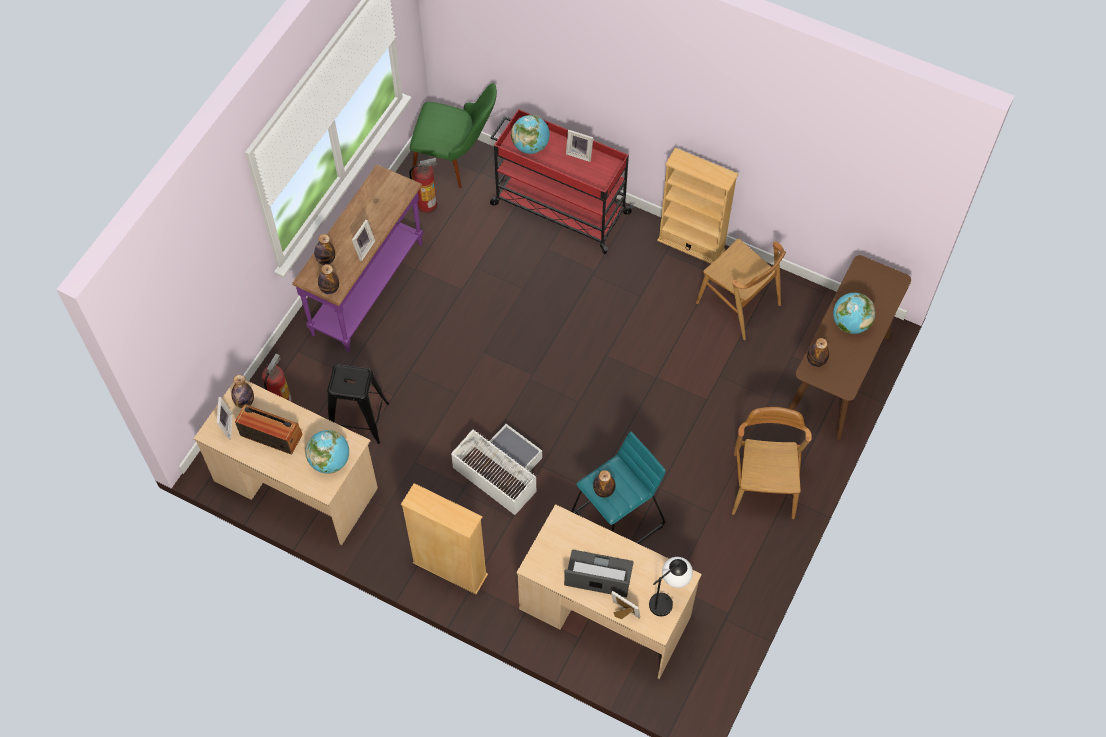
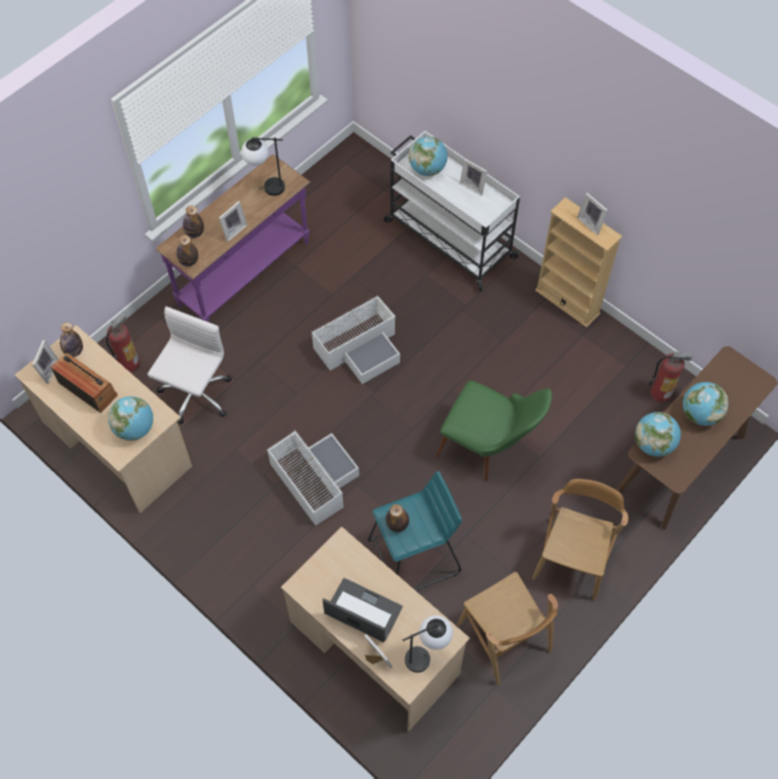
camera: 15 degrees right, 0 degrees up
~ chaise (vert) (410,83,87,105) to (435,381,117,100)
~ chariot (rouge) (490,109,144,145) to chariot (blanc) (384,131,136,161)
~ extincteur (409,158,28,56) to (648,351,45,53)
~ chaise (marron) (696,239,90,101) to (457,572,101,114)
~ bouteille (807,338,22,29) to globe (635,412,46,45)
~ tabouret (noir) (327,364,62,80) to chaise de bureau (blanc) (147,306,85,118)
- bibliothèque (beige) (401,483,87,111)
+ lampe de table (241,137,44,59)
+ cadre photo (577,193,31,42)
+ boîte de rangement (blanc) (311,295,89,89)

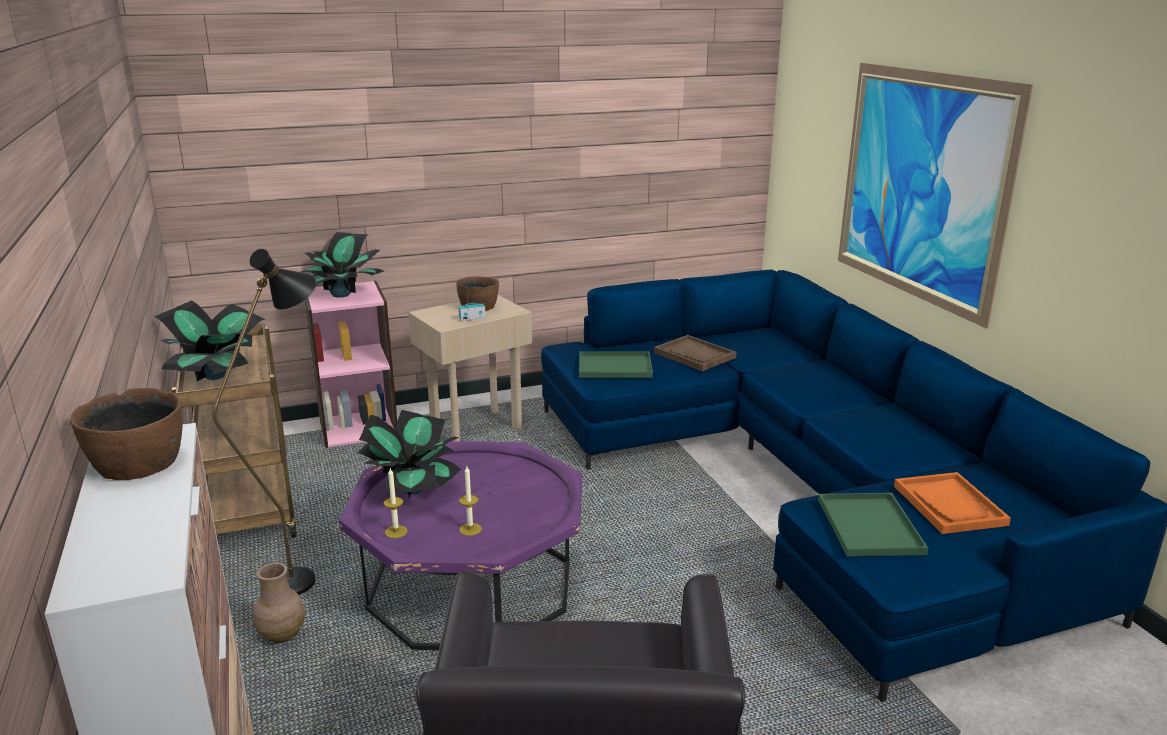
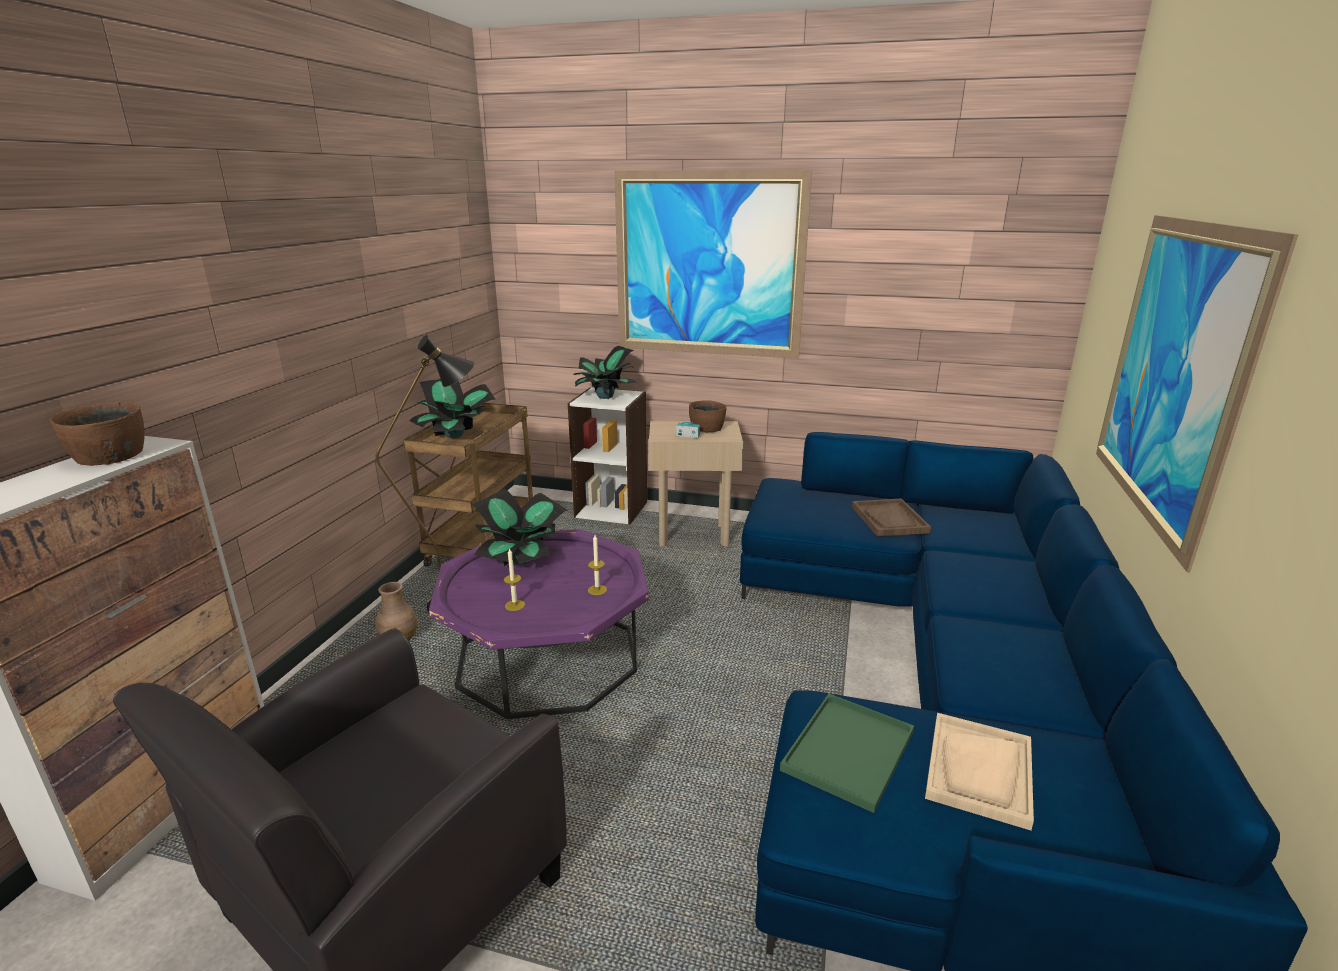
camera: 35 degrees right, 0 degrees up
~ bibliothèque (rose) (305,281,92,167) to bibliothèque (blanc) (568,387,79,137)
- plateau (vert) (579,351,74,27)
~ bougie (384,468,24,70) to (588,535,19,60)
~ plateau (orange) (894,472,117,62) to plateau (beige) (925,713,109,117)
+ tableau (614,170,198,189)

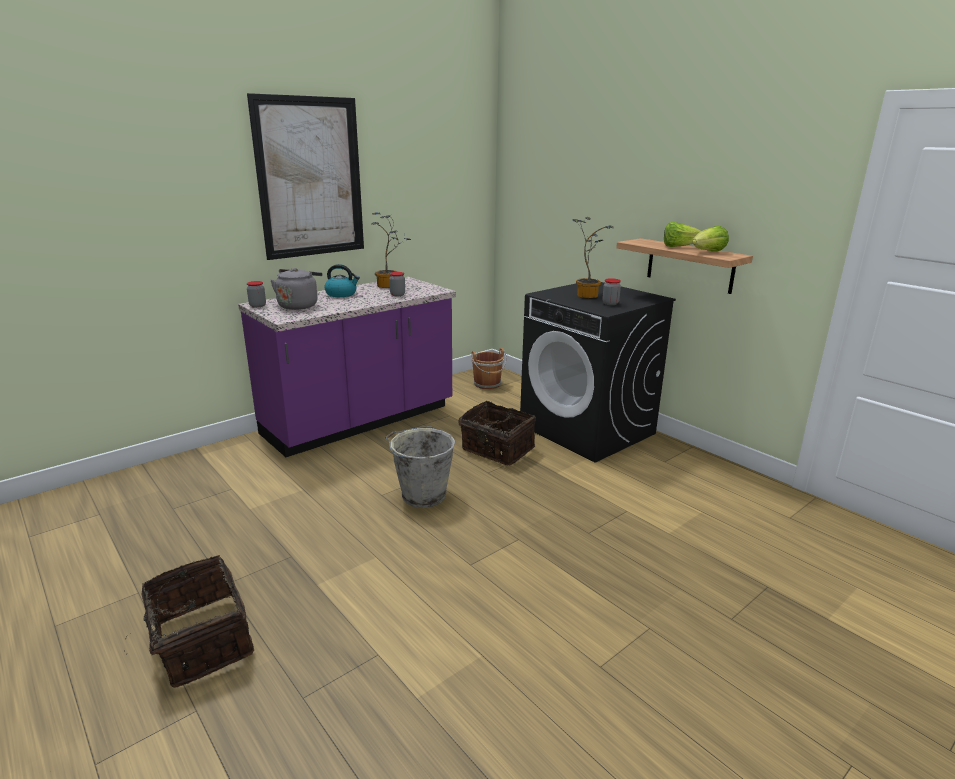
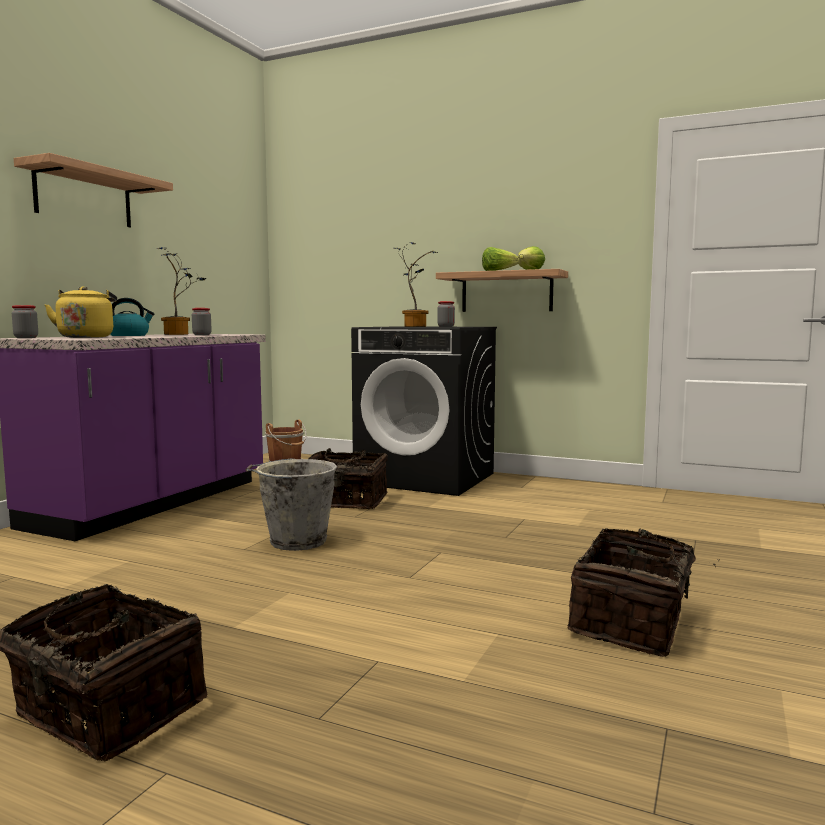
camera: 25 degrees left, 15 degrees down
~ tableau (247,93,117,167) to étagère (14,153,159,74)
~ bouilloire (gris) (270,268,52,42) to bouilloire (jaune) (45,286,72,52)
+ panier (568,528,152,129)

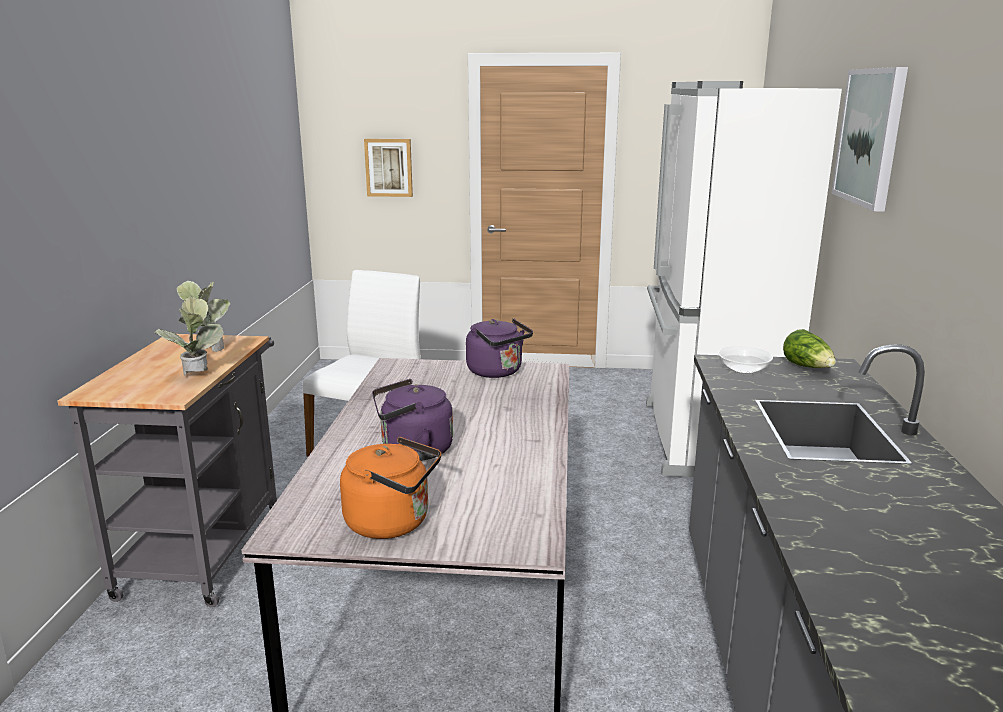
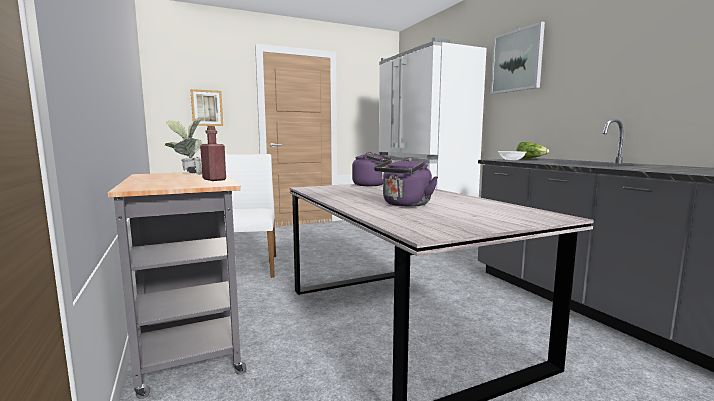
camera: 30 degrees left, 10 degrees down
~ plante en pot (154,297,70,79) to bouteille (rouge) (200,126,26,55)
- bouilloire (orange) (340,437,101,102)

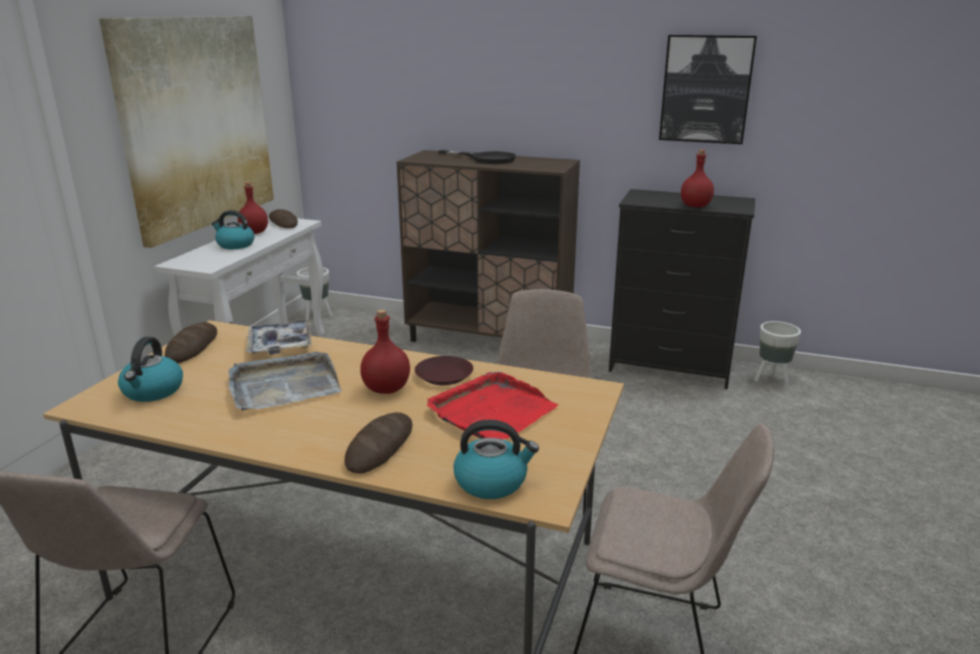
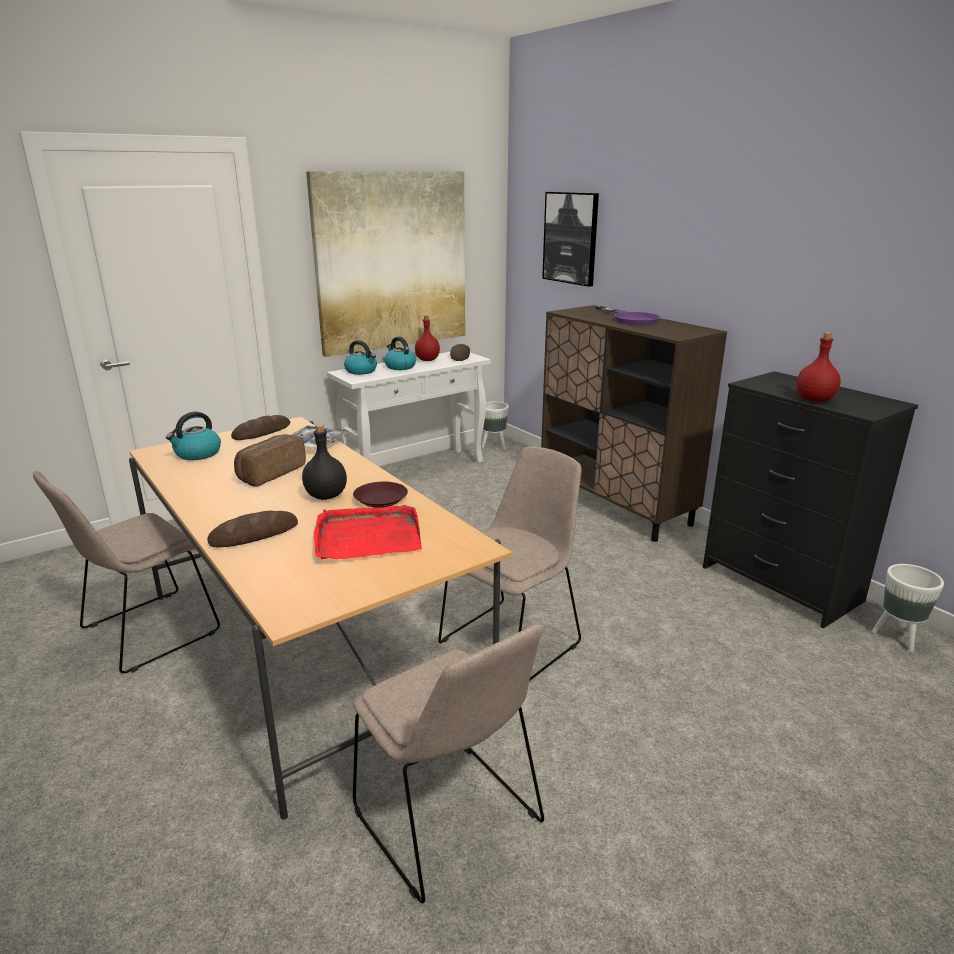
camera: 35 degrees right, 0 degrees up
~ tableau (659,35,98,109) to (542,192,57,95)
~ poêle (noir) (438,150,78,14) to poêle (violet) (595,306,65,19)
~ bouteille (rouge) (360,310,50,84) to bouteille (noir) (302,424,45,76)
~ plateau (gris) (229,352,113,59) to pain (234,434,72,53)
~ bouilloire (453,420,86,79) to (344,340,33,35)

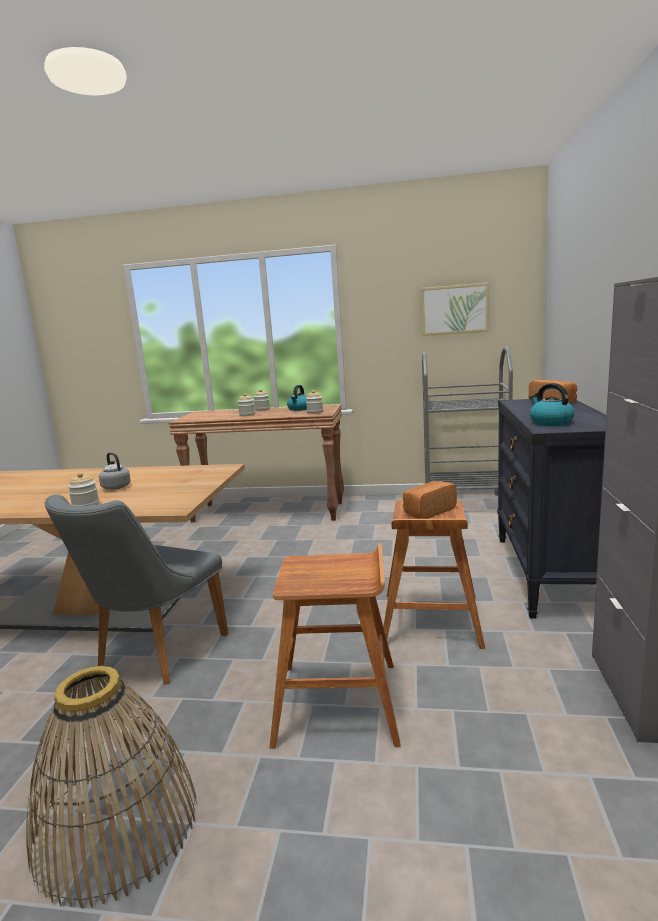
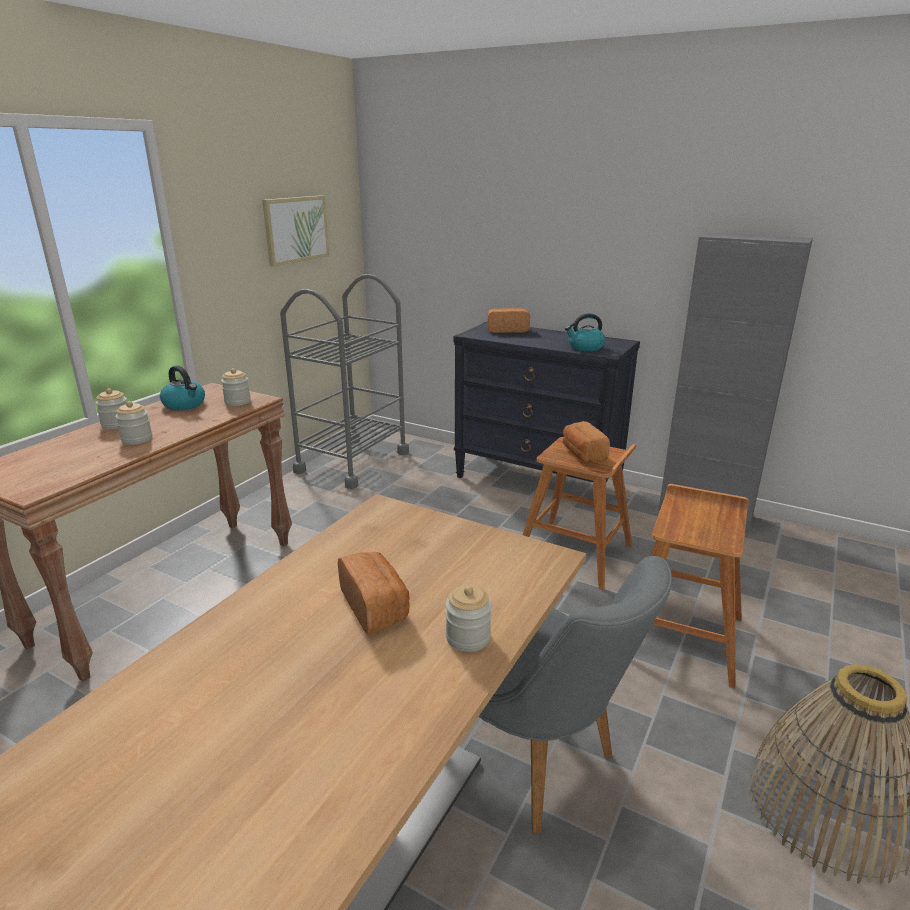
camera: 70 degrees left, 10 degrees up
~ bouilloire (gris) (99,452,32,38) to pain (338,552,72,83)

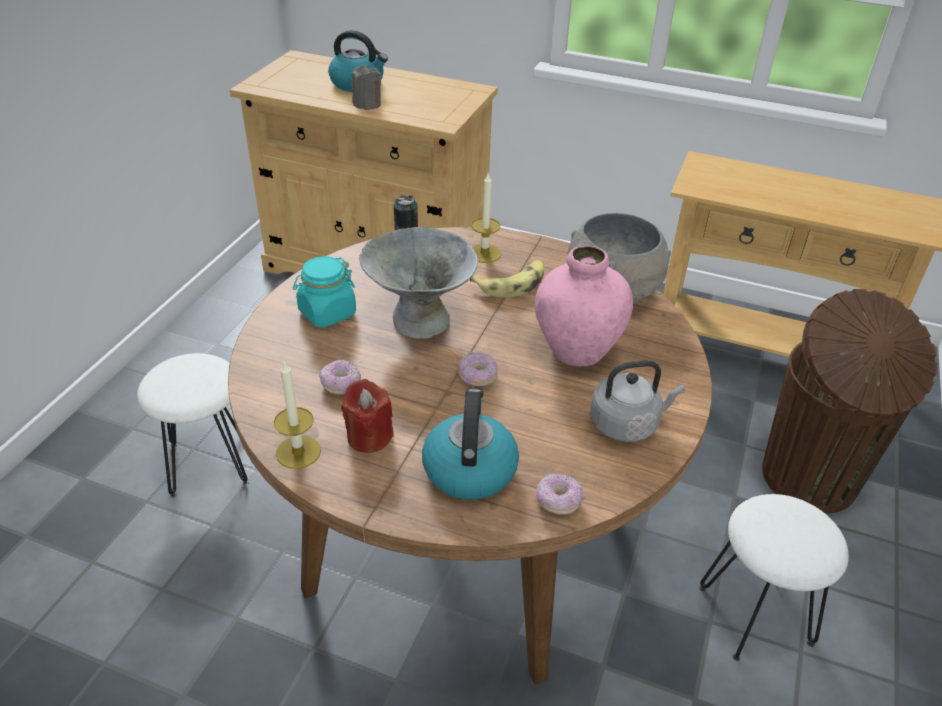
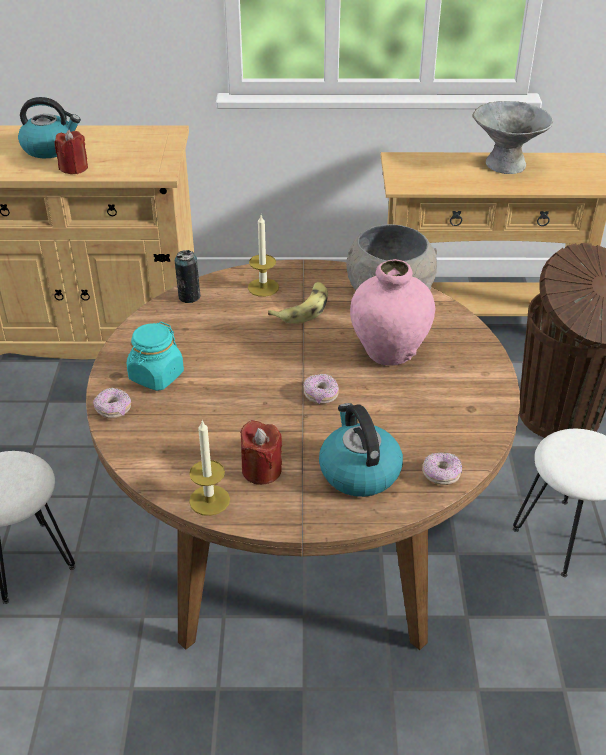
camera: 20 degrees left, 0 degrees up
~ bougie (gris) (351,65,30,45) to bougie (rouge) (54,130,34,44)
~ bol (gris) (359,227,119,112) to (472,101,81,73)
~ beignet (319,360,42,35) to (93,388,38,31)
- bouilloire (gris) (590,360,95,82)

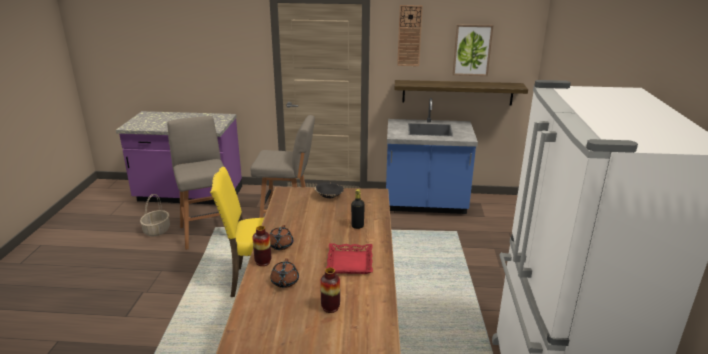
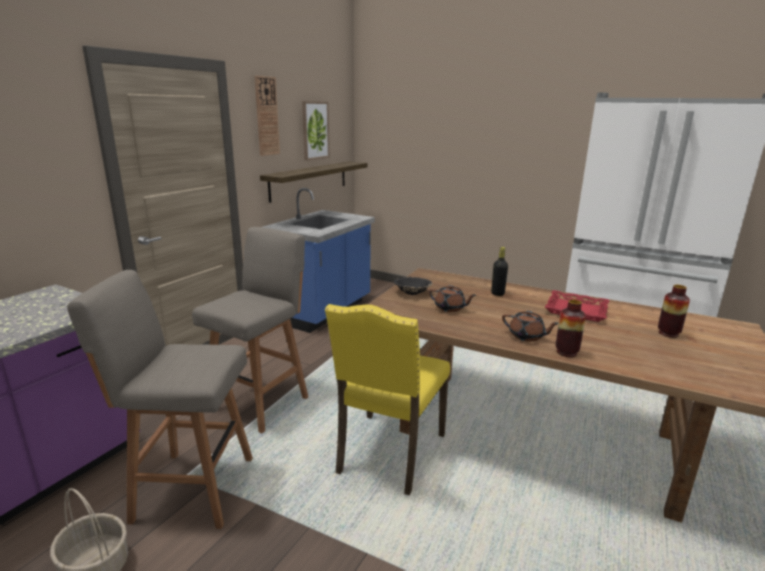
camera: 65 degrees left, 5 degrees down
~ théière (marron) (270,258,29,30) to (429,285,47,27)

